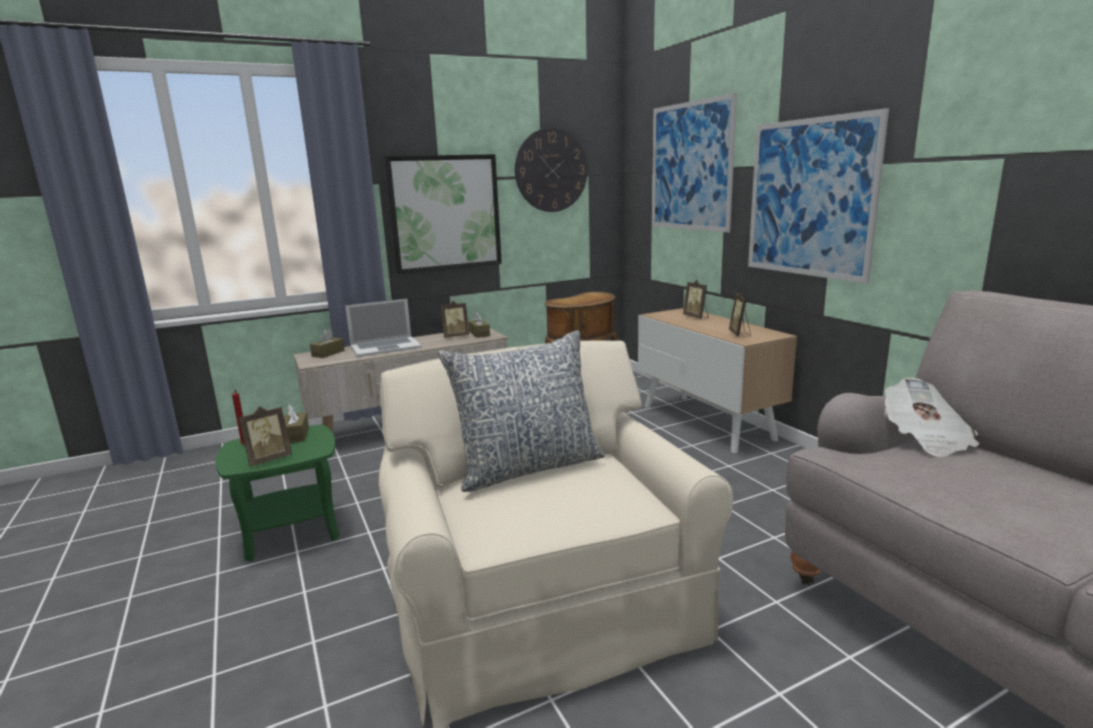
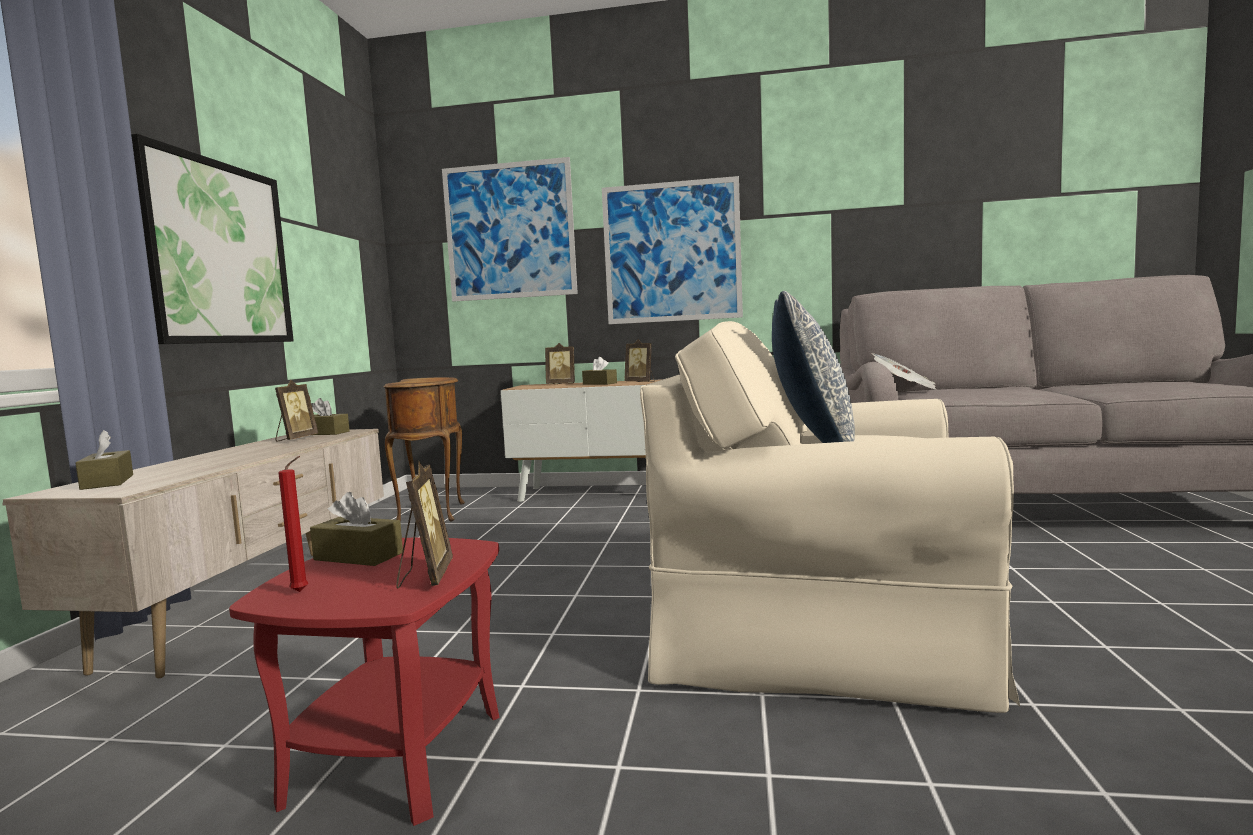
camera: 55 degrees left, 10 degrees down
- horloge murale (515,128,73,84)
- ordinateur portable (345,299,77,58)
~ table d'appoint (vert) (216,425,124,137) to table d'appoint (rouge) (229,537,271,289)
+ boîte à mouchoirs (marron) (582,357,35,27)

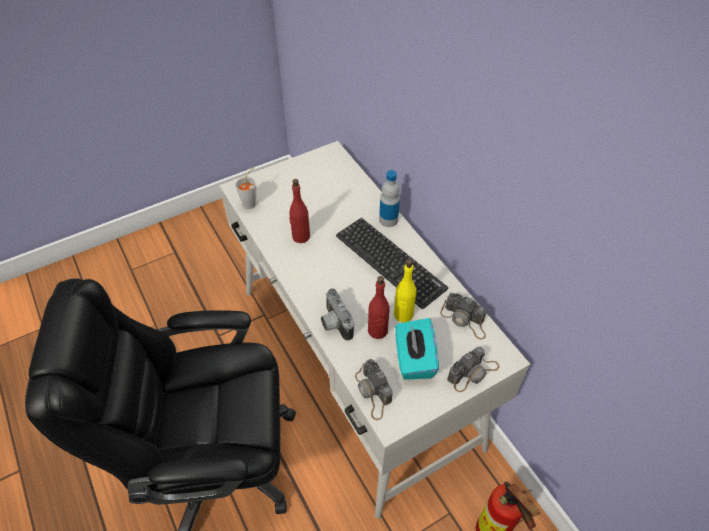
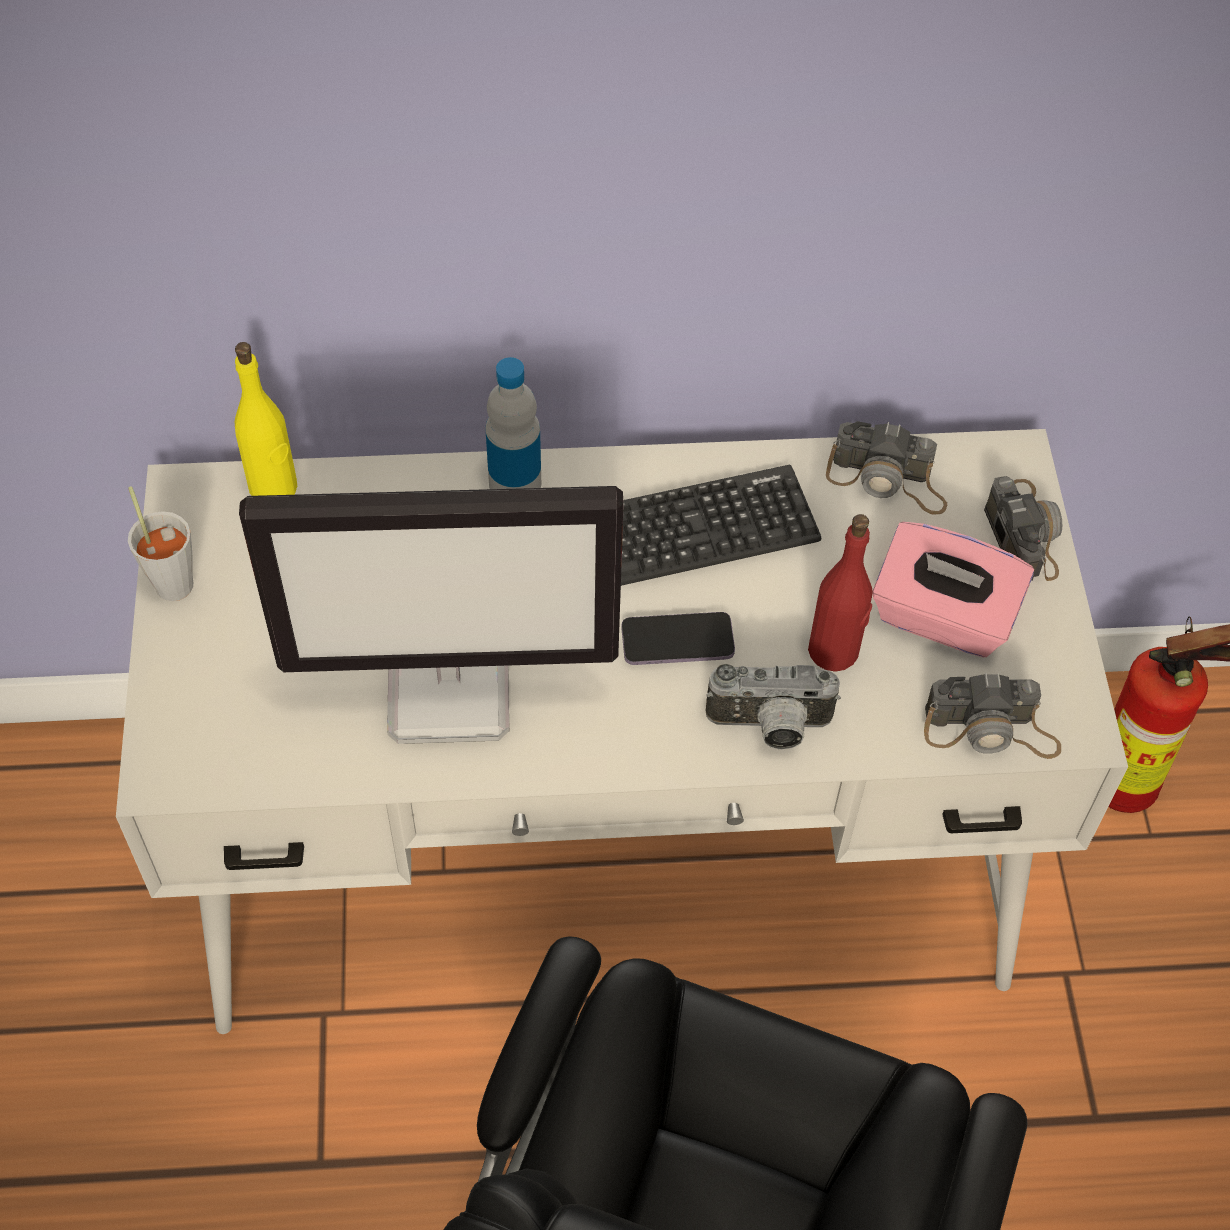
camera: 65 degrees left, 5 degrees up
~ tasse (gris) (235,167,21,42) to (128,486,66,115)
~ bouteille (rouge) (289,179,21,64) to écran d'ordinateur (239,486,385,258)
~ bouteille (jaune) (394,259,22,63) to (235,342,62,154)
~ appareil photo (440,293,47,47) = (826,421,121,94) 45 degrees clockwise
~ boîte à mouchoirs (turquoise) (395,318,44,62) to boîte à mouchoirs (rose) (872,522,162,135)
+ téléphone (621,612,114,53)

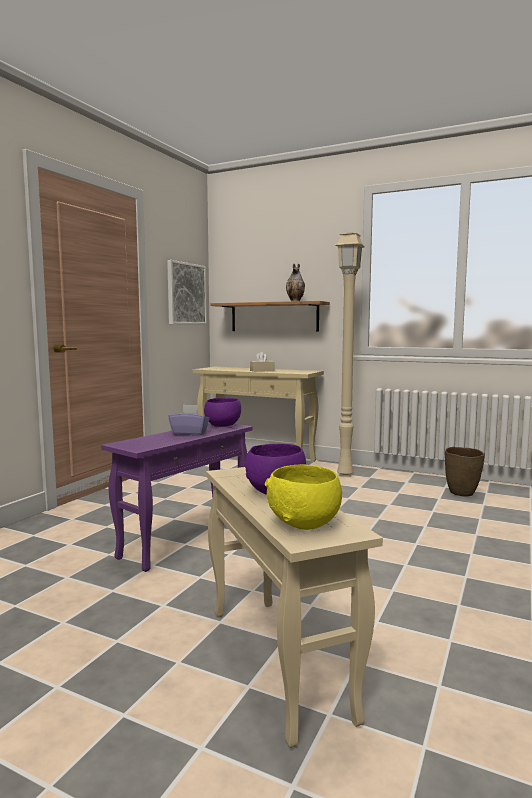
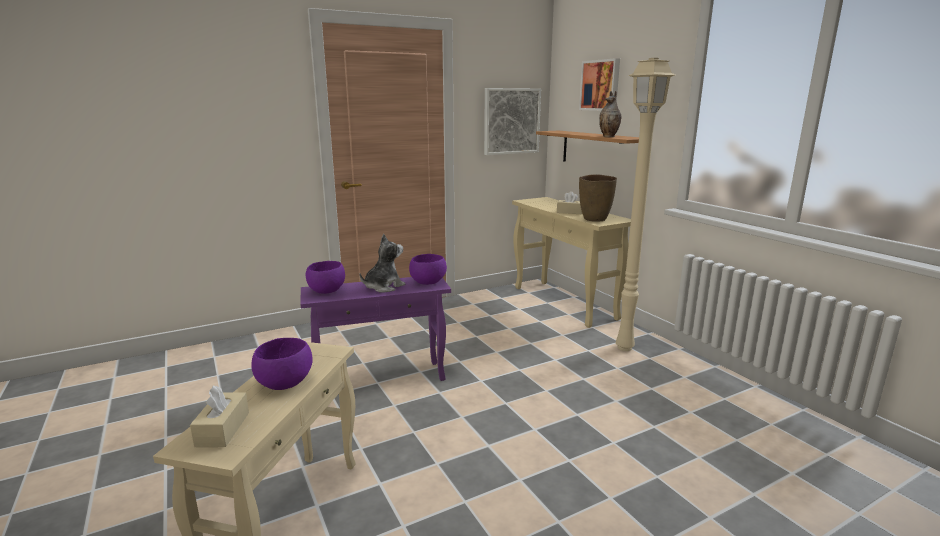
camera: 35 degrees right, 10 degrees up
~ boîte à mouchoirs (violet) (168,404,42,31) to peluche (359,234,47,59)
~ vase (marron) (445,447,40,49) to (579,174,38,48)
~ bol (jaune) (265,464,77,66) to boîte à mouchoirs (beige) (190,385,59,62)
+ tableau (579,58,41,53)
+ bol (violet) (306,261,39,33)

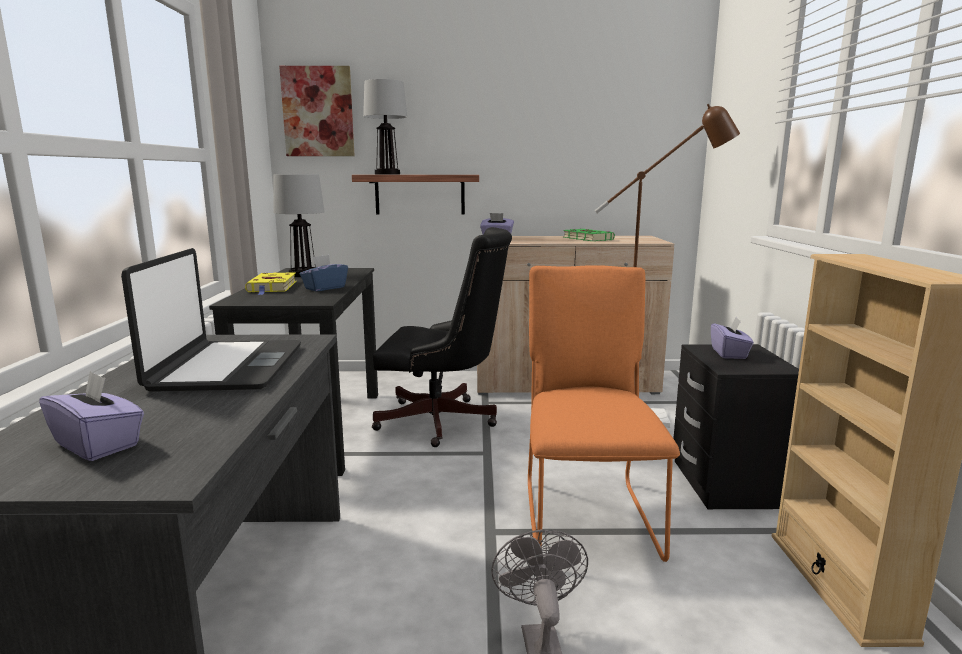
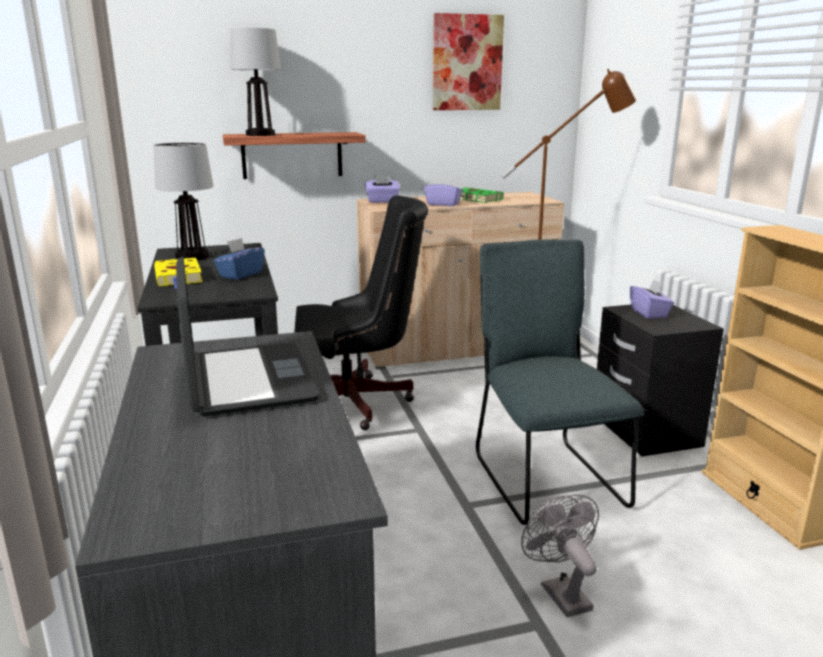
camera: 15 degrees left, 5 degrees up
~ tableau (279,66,76,90) to (433,13,71,97)
~ chaise (orange) (528,265,152,297) to chaise (gris) (476,239,168,286)
~ boîte à mouchoirs (violet) (39,370,105,91) to (424,176,39,30)

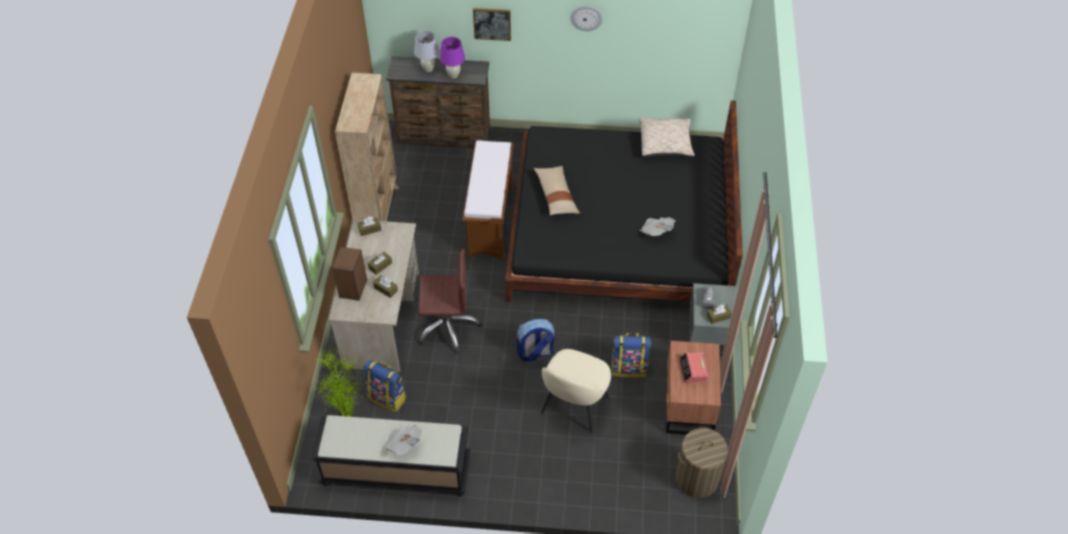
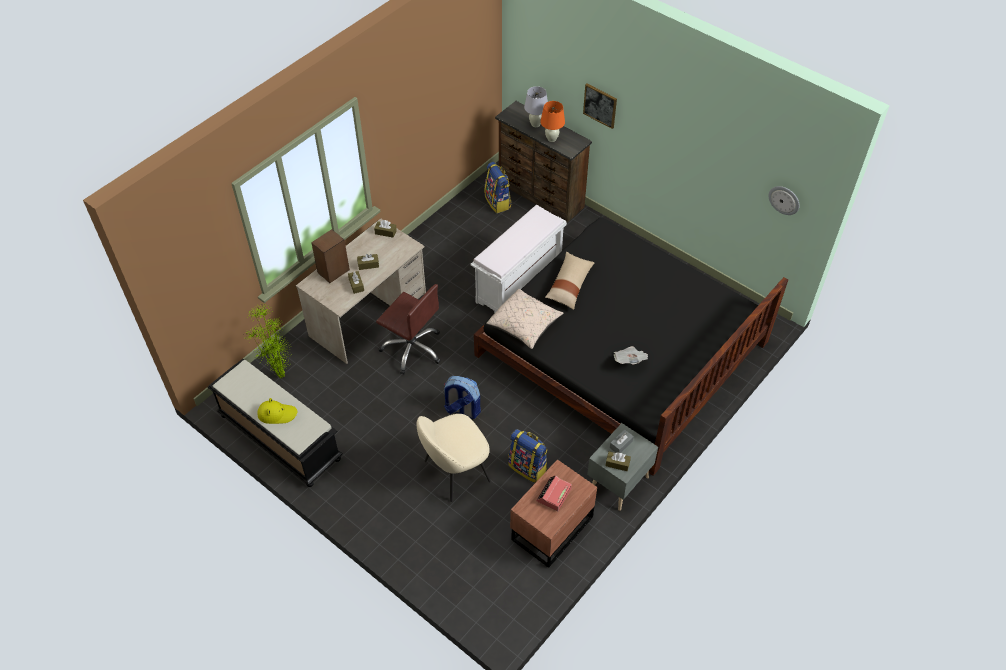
camera: 35 degrees right, 0 degrees up
~ horloge murale (570,6,33,25) to (769,186,31,29)
~ lampe de table (violet) (440,37,25,41) to lampe de table (orange) (540,101,25,41)
- bibliothèque (beige) (335,73,64,148)
~ coussin (beige) (640,118,54,39) to (486,289,78,60)
~ banc (marron) (462,140,51,120) to banc (blanc) (470,205,97,108)
~ sac à dos (363,360,43,52) to (484,162,28,51)
~ journal (384,425,38,30) to chapeau (jaune) (257,398,40,26)
- panier à linge (676,428,54,70)

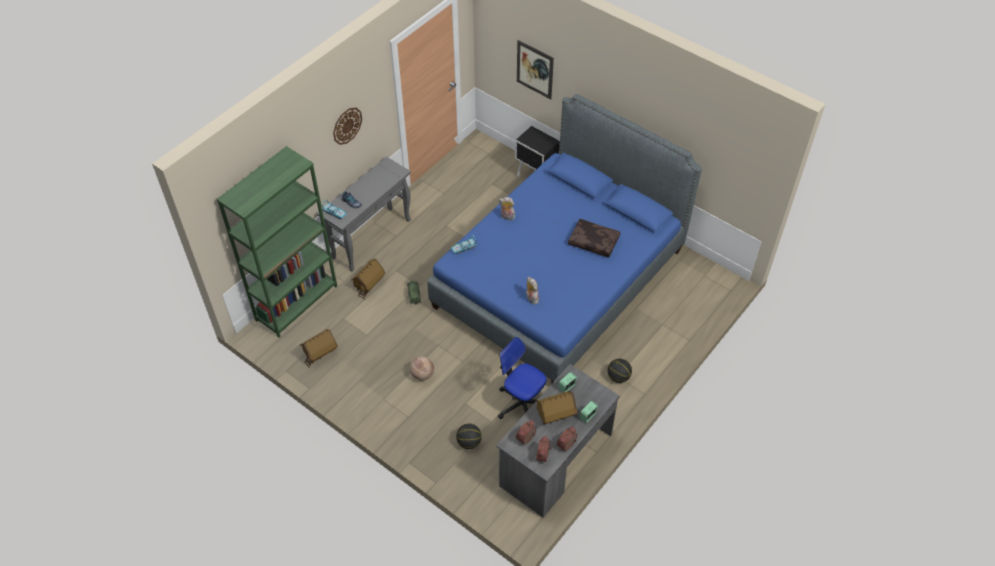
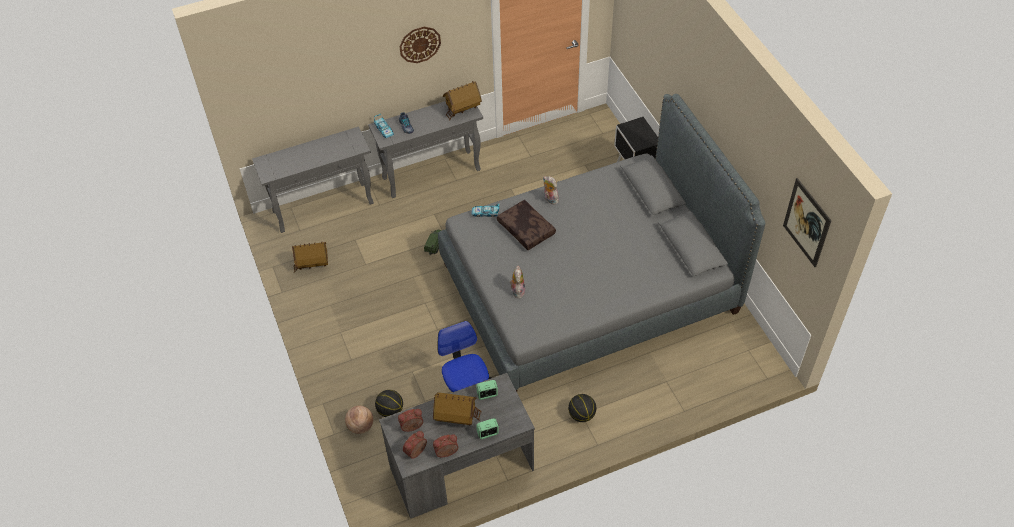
camera: 30 degrees right, 0 degrees up
~ tableau (517,40,37,59) to (783,178,48,89)
~ lit (bleu) (428,94,274,289) to lit (gris) (438,94,327,297)
~ bibliothèque (vert) (216,146,121,192) to table console (gris) (252,127,122,106)
~ coussin (marron) (568,219,52,39) to (497,200,59,50)
~ maison miniature (350,258,36,41) to (443,81,39,40)
~ ballon de basket (410,356,24,24) to (345,406,28,28)

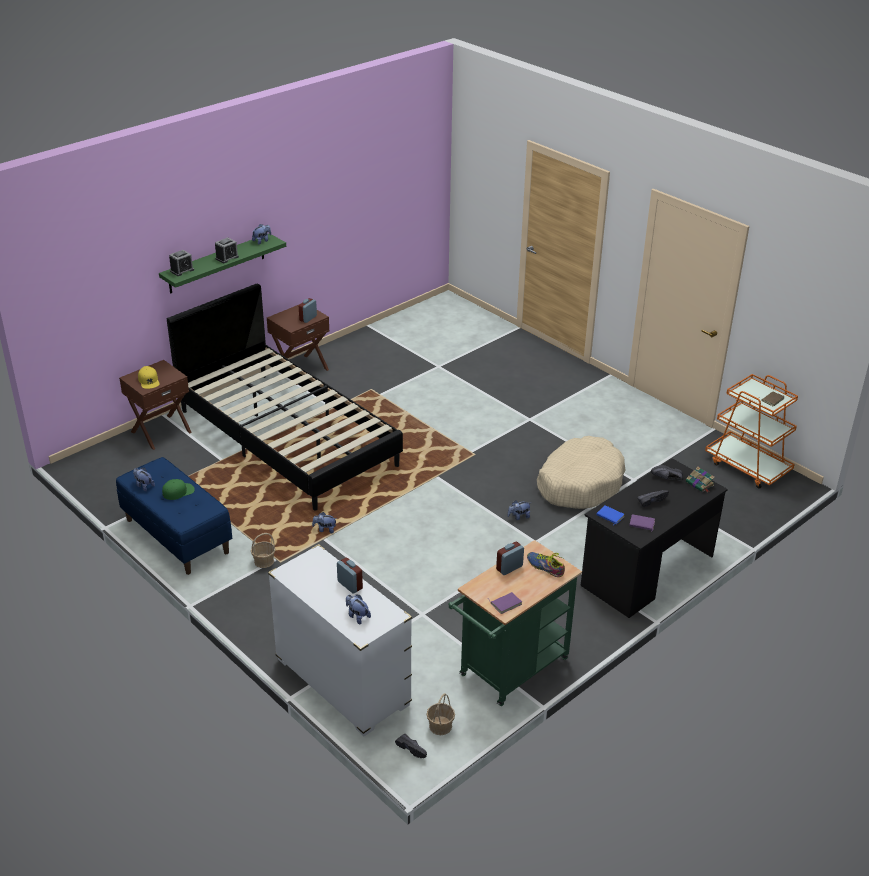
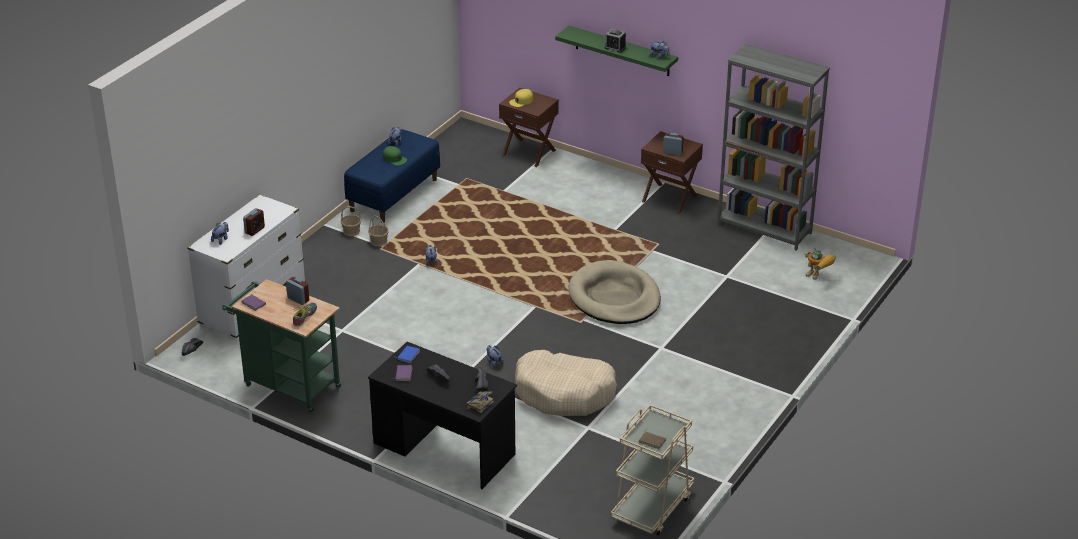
camera: 75 degrees right, 0 degrees up
- réveil (169,250,25,26)
- lit (noir) (167,284,236,227)
~ chariot (orange) (705,374,93,115) to chariot (beige) (611,405,84,131)
~ panier (427,693,28,42) to (341,206,20,30)
+ bibliothèque (gris) (717,44,113,207)
+ robot jouet (805,247,31,33)
+ panier pour chien (beige) (569,260,92,64)

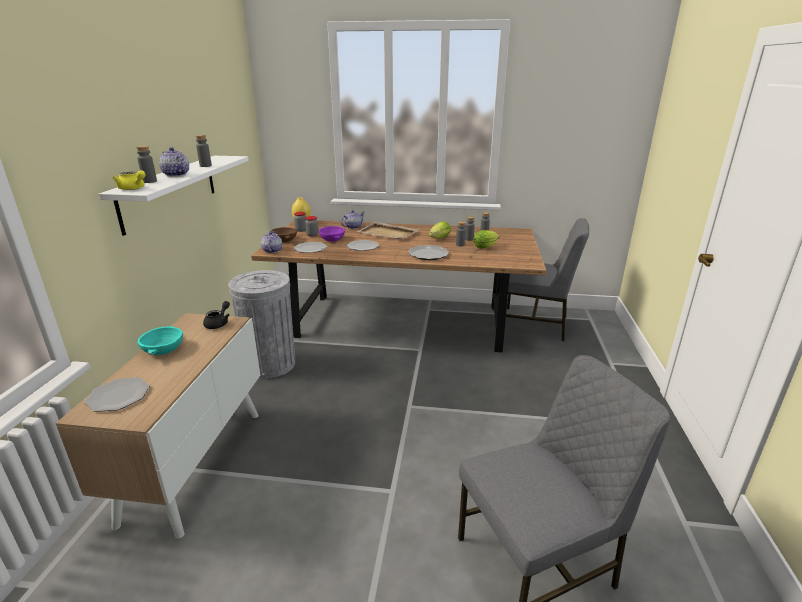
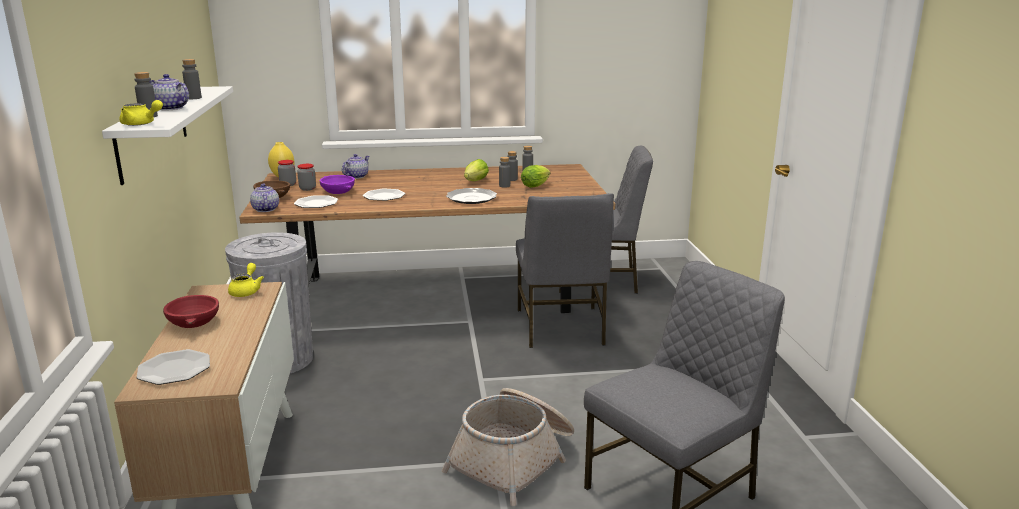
camera: 15 degrees left, 5 degrees down
- plateau (beige) (357,222,62,17)
~ théière (noir) (203,301,27,28) to théière (jaune) (228,263,36,34)
~ bol (turquoise) (137,326,46,29) to bol (rouge) (163,295,56,33)
+ chaise (gris) (516,193,98,155)
+ panier (442,388,132,118)

